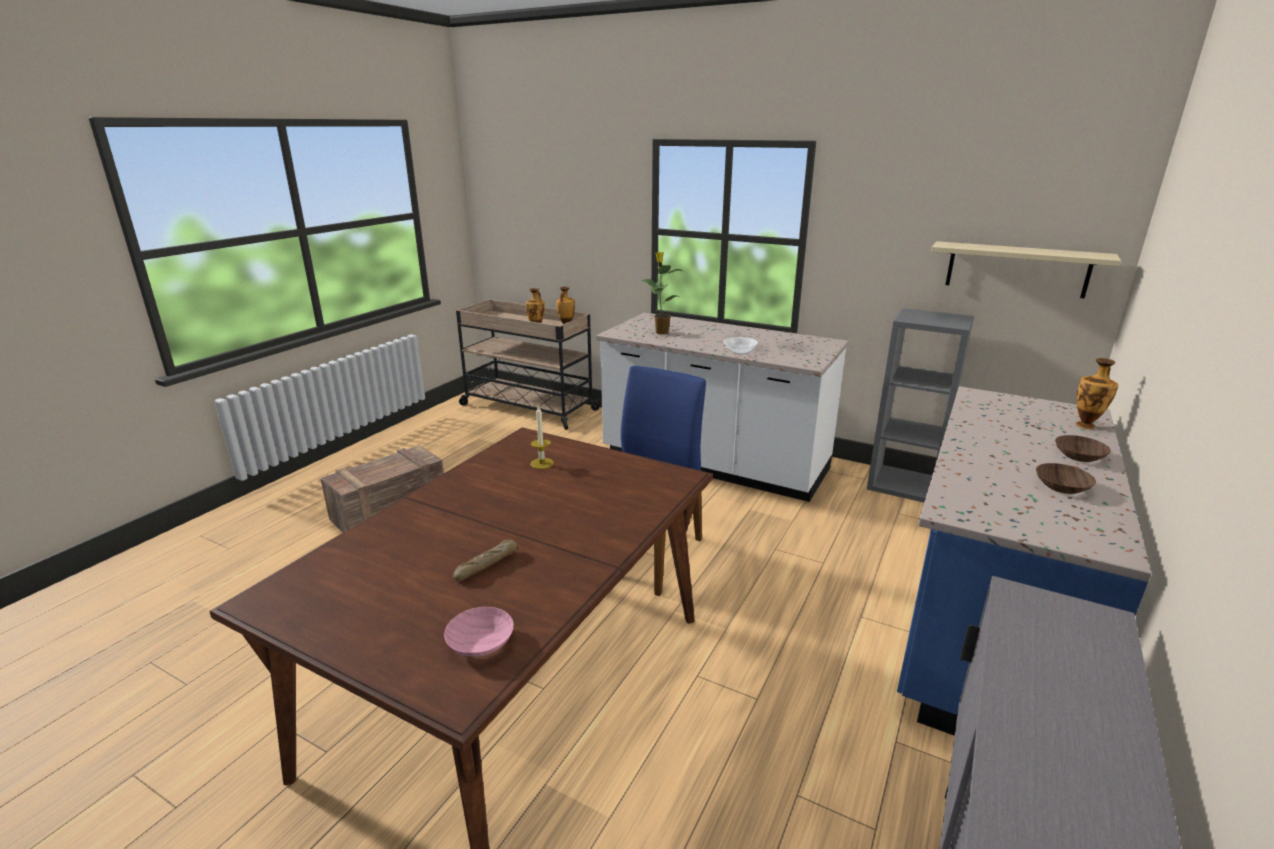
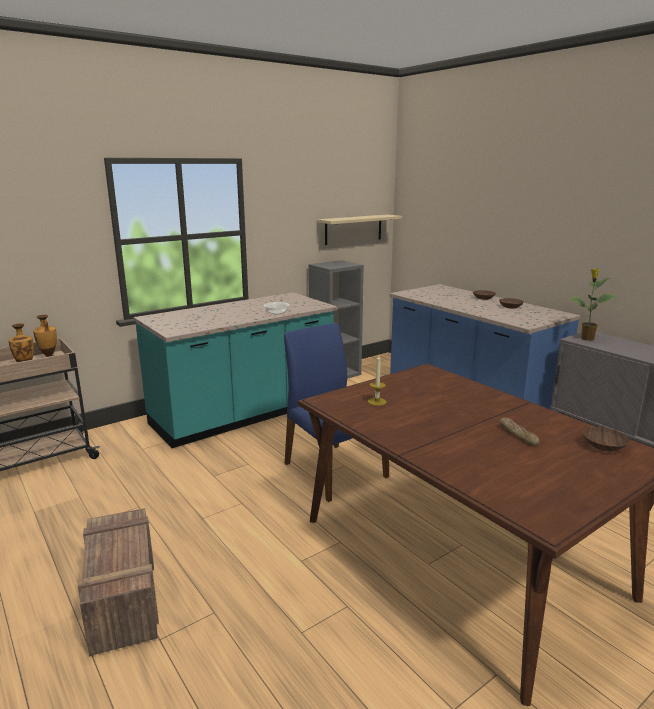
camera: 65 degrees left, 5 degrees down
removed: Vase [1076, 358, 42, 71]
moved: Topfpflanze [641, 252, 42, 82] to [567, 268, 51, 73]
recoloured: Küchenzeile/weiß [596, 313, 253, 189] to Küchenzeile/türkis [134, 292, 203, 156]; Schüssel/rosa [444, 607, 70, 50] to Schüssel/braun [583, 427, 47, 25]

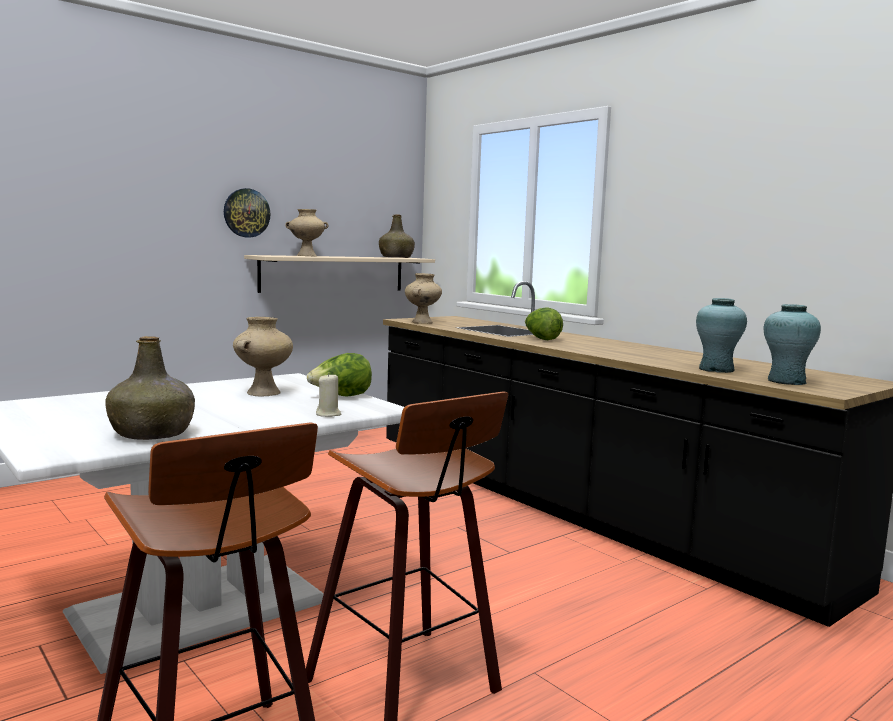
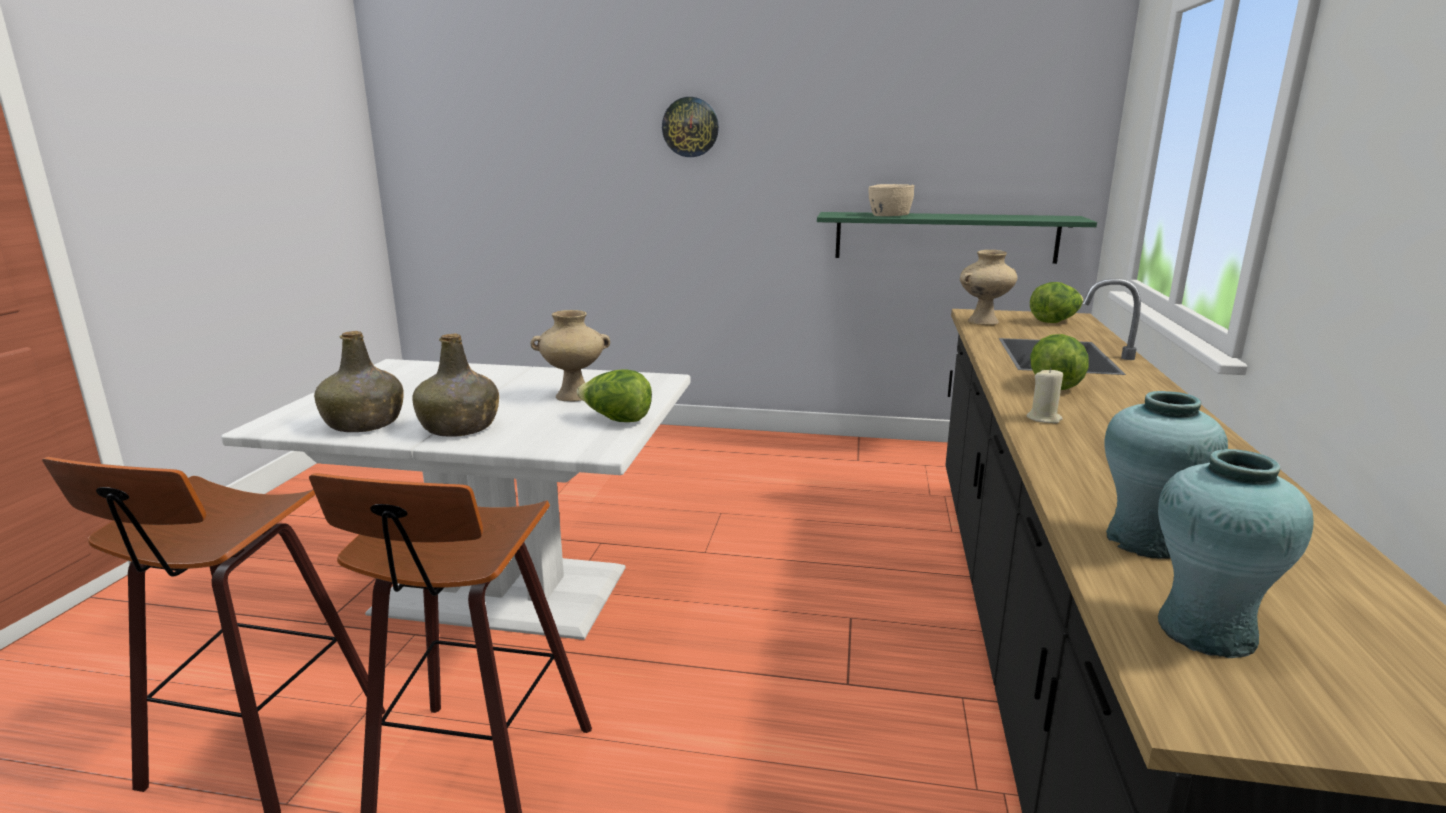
camera: 50 degrees right, 10 degrees up
added: Salatkopf [1030, 282, 53, 41]
moved: Flasche/grün [379, 215, 36, 43] to [412, 334, 87, 103]; Wanduhr [224, 188, 47, 50] to [662, 97, 57, 60]; Kerze/beige [316, 373, 25, 44] to [1027, 368, 36, 55]
replaced: Vase/beige [285, 209, 44, 48] to Schüssel/beige [868, 184, 47, 32]
recoloured: Wandregal/beige [244, 255, 191, 38] to Wandregal/grün [817, 212, 280, 52]

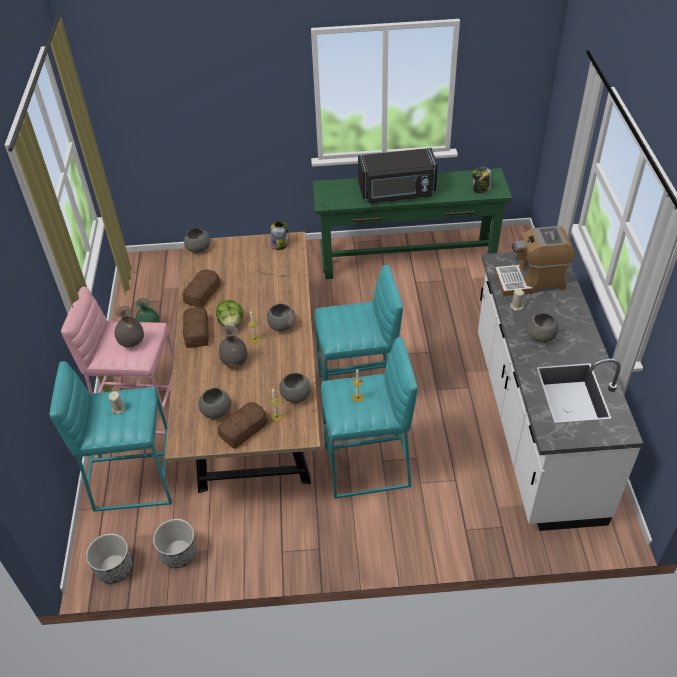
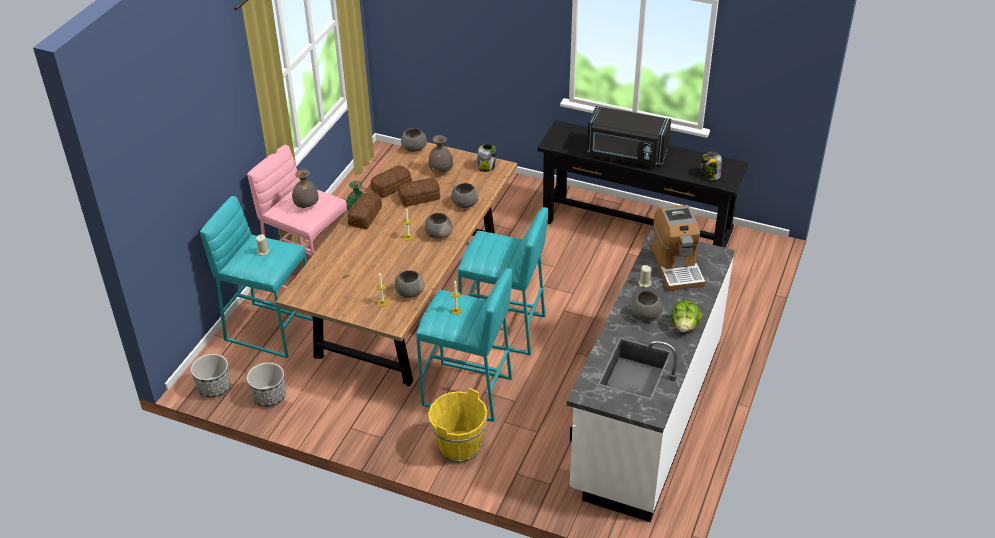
camera: 25 degrees right, 5 degrees down
added: Eimer/gelb [428, 388, 59, 76]
moved: Brot [218, 402, 50, 47] to [398, 178, 42, 29]; Vase/grau [219, 326, 29, 41] to [428, 135, 25, 38]; Schüssel/grau [198, 388, 33, 31] to [451, 183, 28, 25]; Salatkopf [216, 300, 28, 27] to [672, 300, 30, 32]
recoloured: Konsolentisch/grün [312, 168, 200, 111] to Konsolentisch/schwarz [537, 120, 211, 128]
turned: Kaffeemaschine [495, 226, 79, 70] = [651, 205, 54, 86] 120 degrees counterclockwise

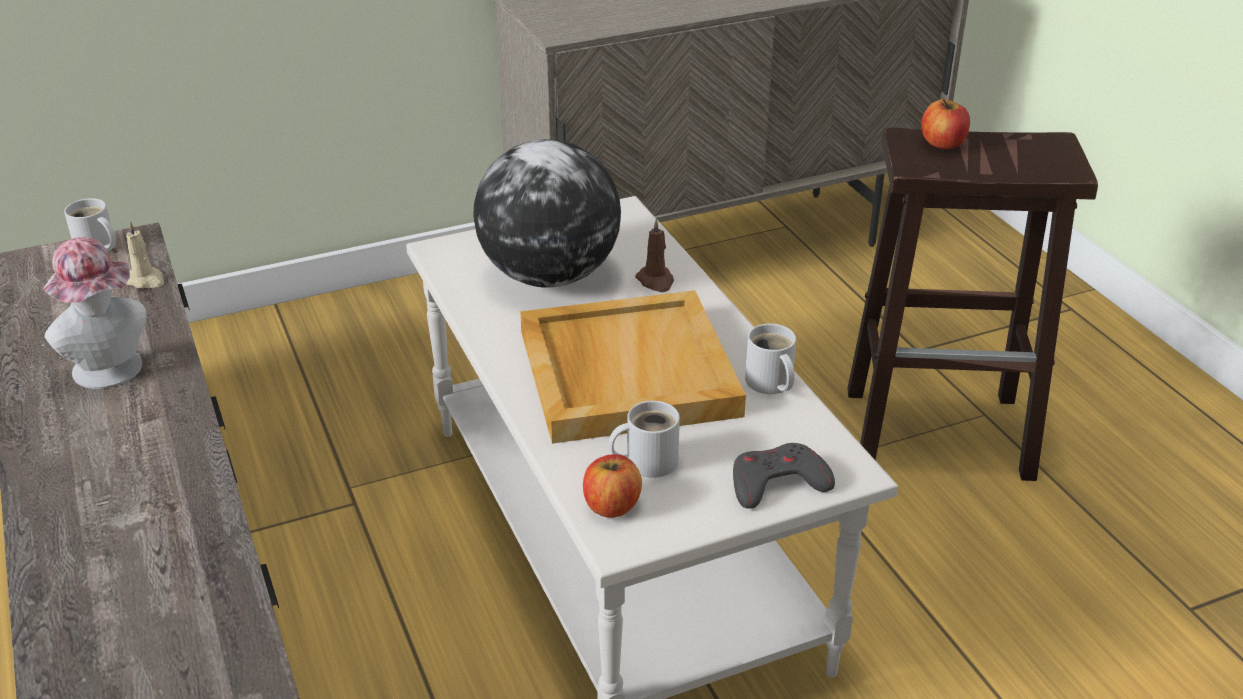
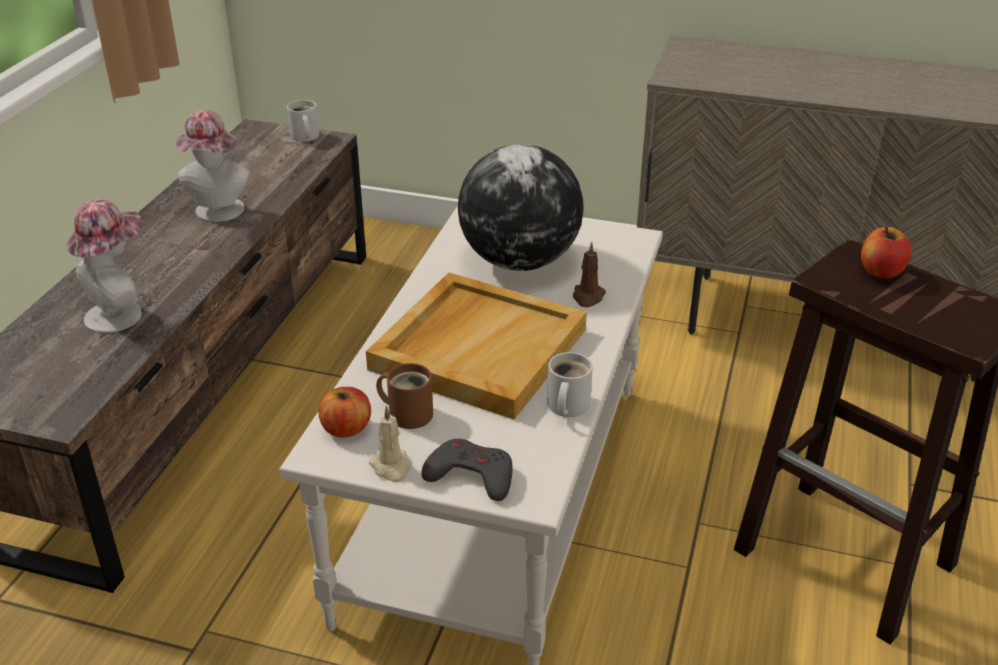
camera: 40 degrees right, 0 degrees up
added: Hut [66, 199, 76, 134]
moved: Kerze/beige [126, 221, 38, 68] to [369, 406, 42, 76]
recoloured: Henkelbecher/weiß [609, 401, 71, 77] to Henkelbecher/braun [376, 363, 57, 66]

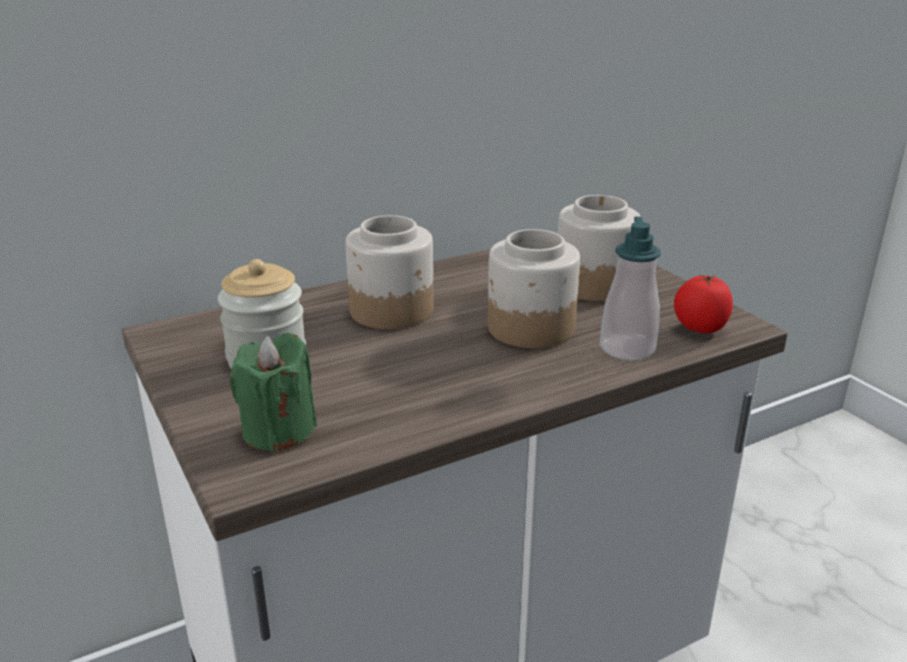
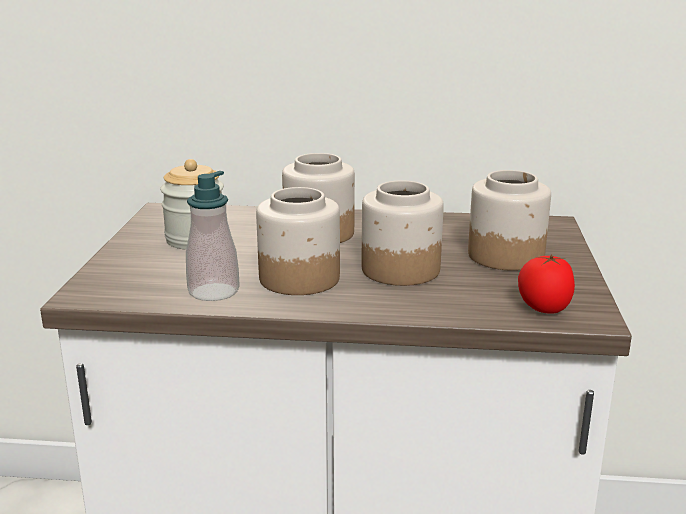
camera: 35 degrees right, 5 degrees down
removed: Kerze/grün [230, 333, 87, 119]
added: Vorratsglas [256, 187, 84, 108]
moved: Seifenspender [600, 216, 61, 145] to [186, 171, 54, 130]

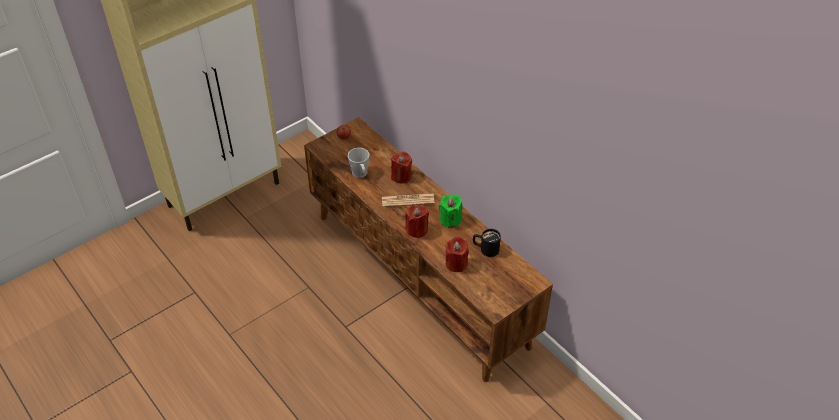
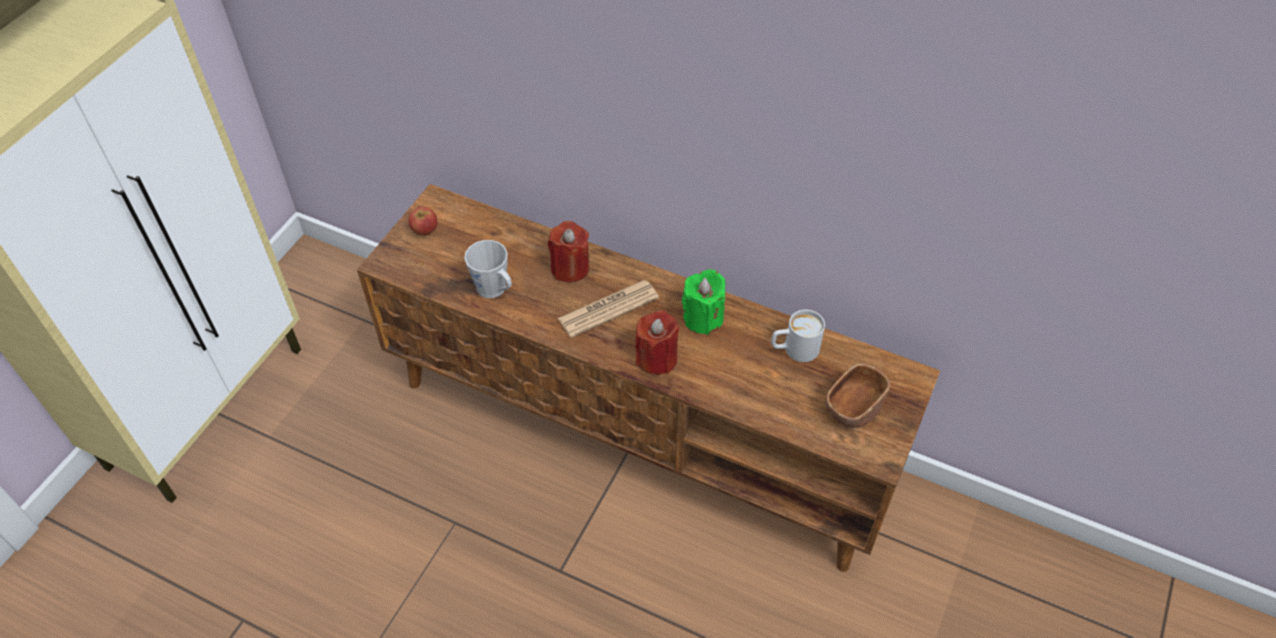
camera: 25 degrees left, 5 degrees up
removed: Kerze/rot [446, 236, 23, 36]
added: Schüssel/braun [825, 364, 65, 64]
recoloured: Henkelbecher/schwarz [473, 229, 28, 28] to Henkelbecher/weiß [771, 310, 54, 52]

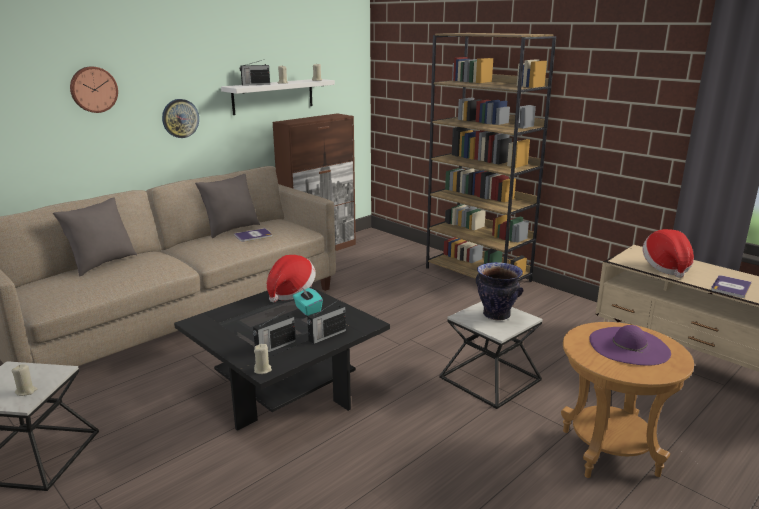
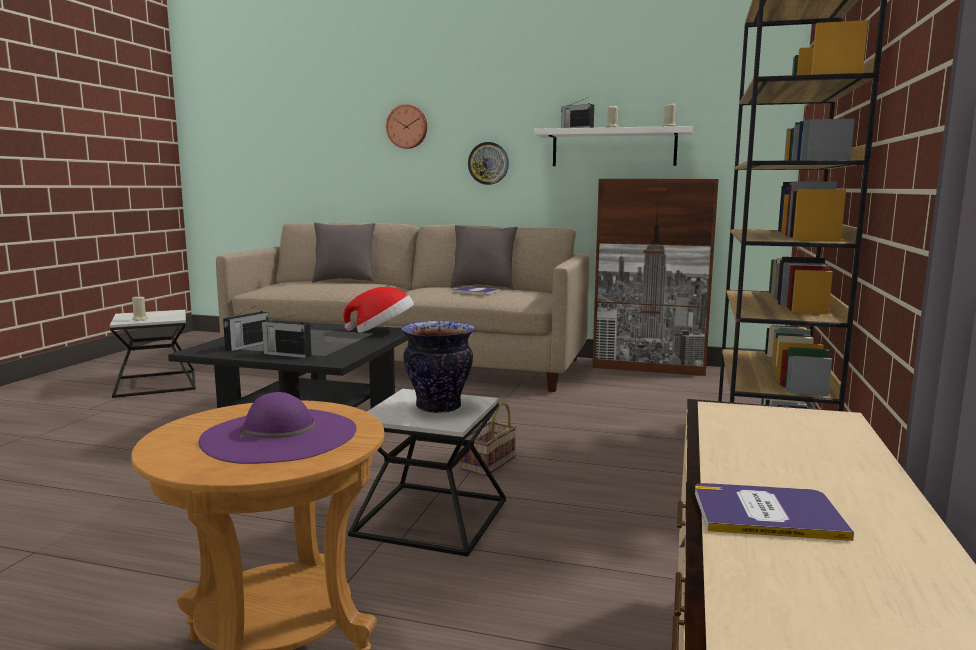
camera: 60 degrees right, 10 degrees down
removed: Kerze/beige [254, 344, 18, 30]; Taschentuchbox/türkis [293, 287, 30, 29]; Hut [643, 229, 51, 49]
added: Korb [461, 402, 55, 74]
turned: Radio [253, 312, 43, 41] = [223, 306, 46, 45] 75 degrees counterclockwise

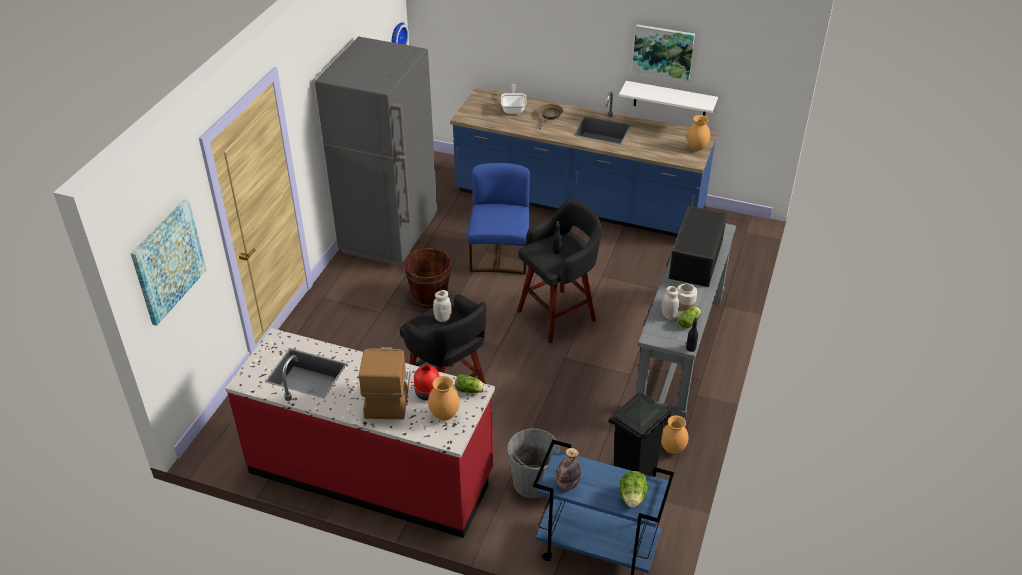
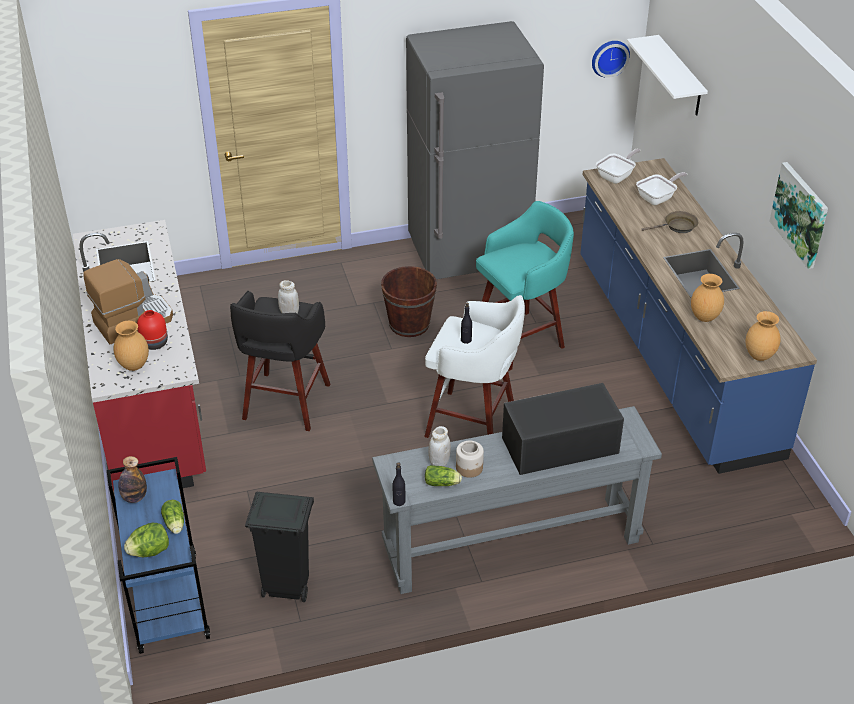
camera: 55 degrees right, 0 degrees up
removed: Bild [130, 199, 76, 127]; Eimer/grau [507, 428, 53, 70]
added: Pfanne [596, 148, 45, 36]
moved: Salatkopf [455, 374, 31, 19] to [161, 500, 23, 34]; Wandregal/weiß [619, 81, 99, 35] to [627, 35, 81, 81]; Vase/braun [661, 415, 28, 39] to [691, 274, 33, 48]
replaced: Stuhl/blau [467, 163, 63, 112] to Hocker/türkis [476, 201, 98, 170]
recoloured: Hocker/schwarz [517, 199, 84, 144] to Hocker/weiß [424, 295, 101, 143]

